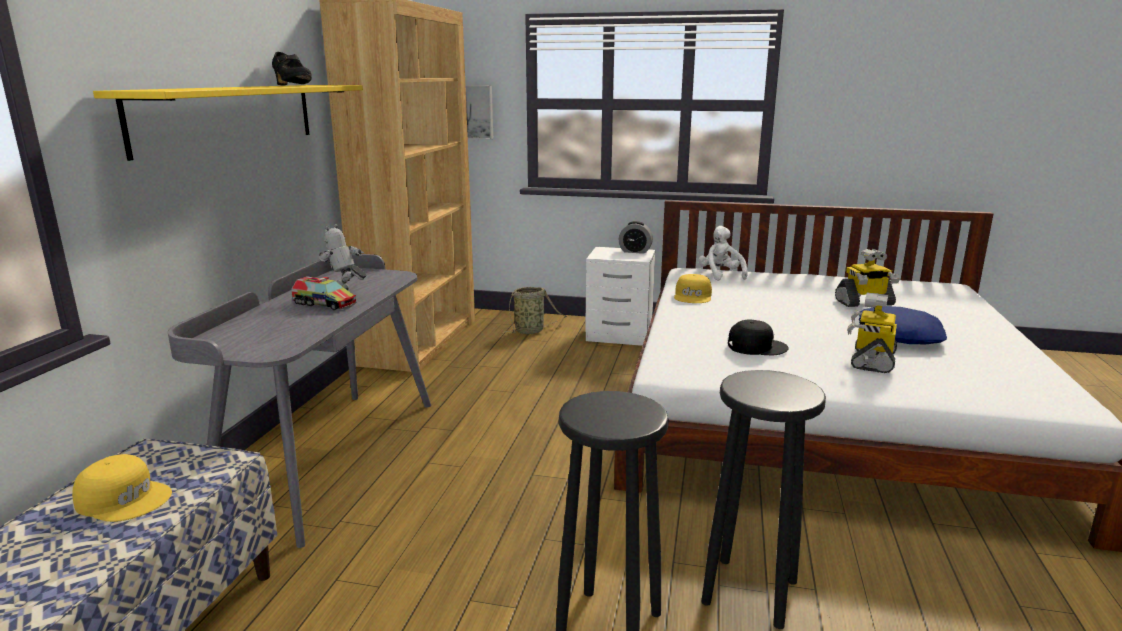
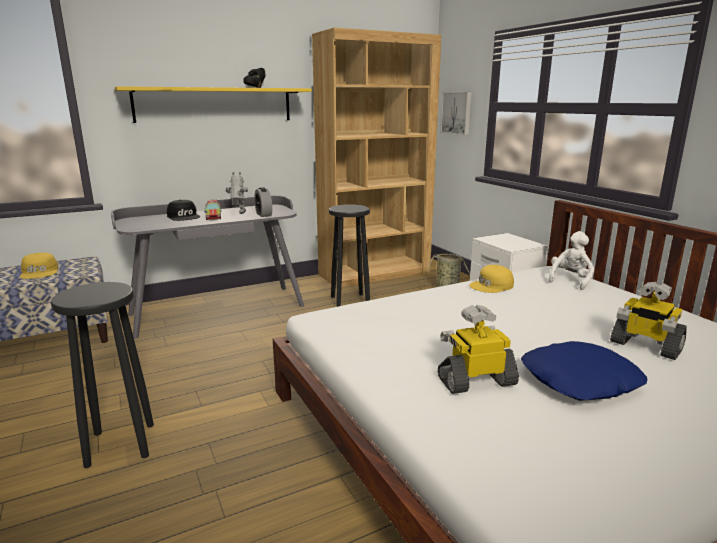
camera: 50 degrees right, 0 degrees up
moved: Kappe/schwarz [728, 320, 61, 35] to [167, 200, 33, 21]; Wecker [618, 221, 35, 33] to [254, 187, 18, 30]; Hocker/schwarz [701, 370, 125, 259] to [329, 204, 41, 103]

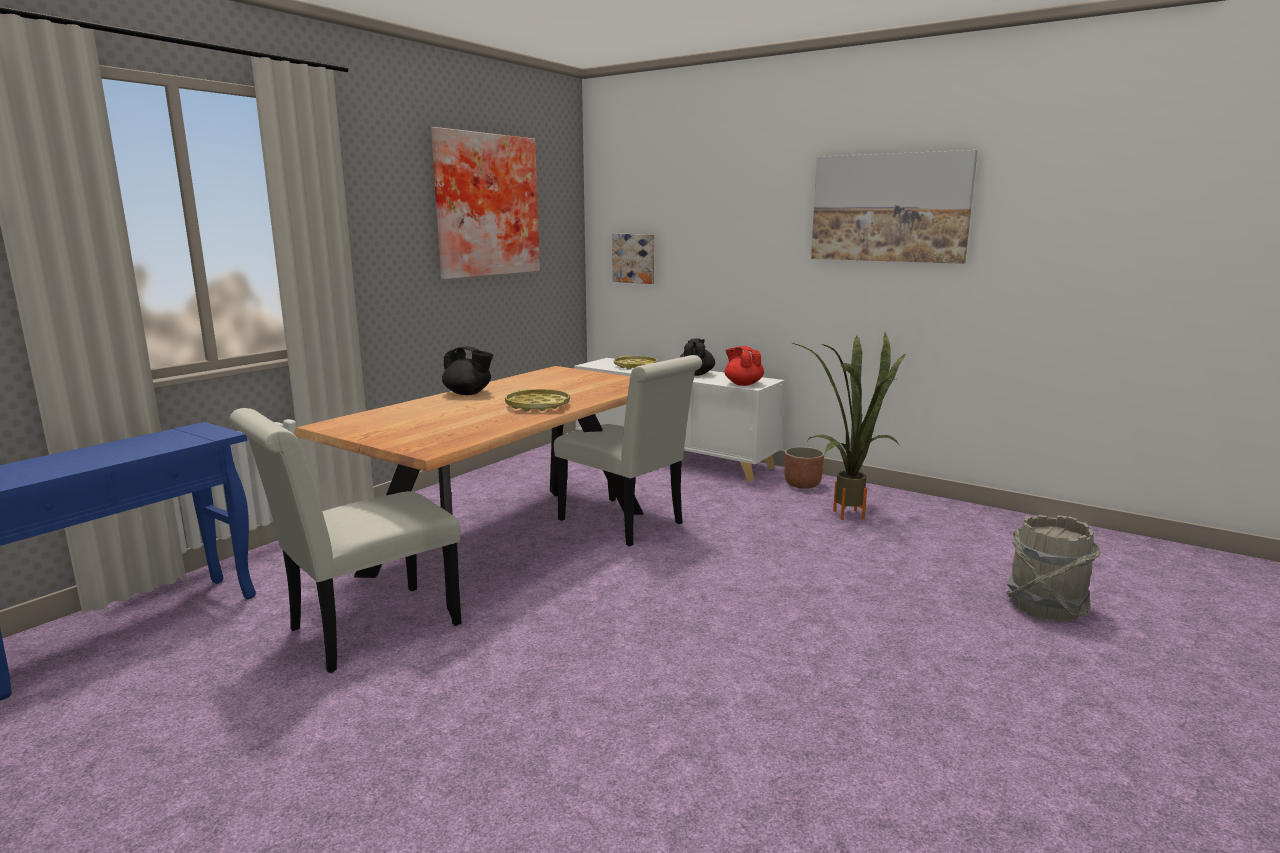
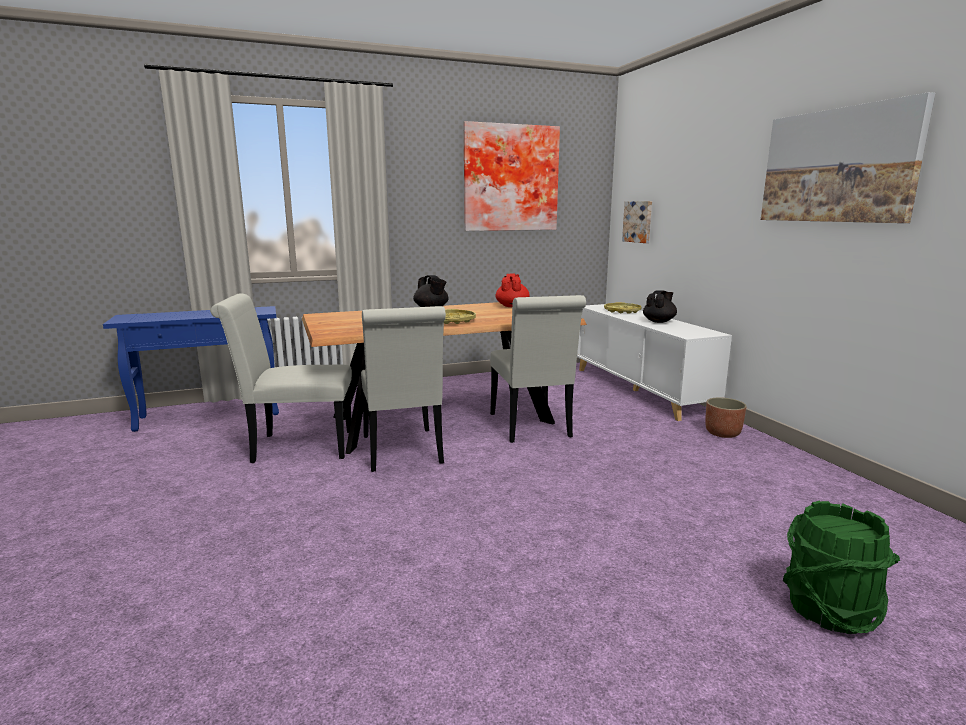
camera: 35 degrees right, 0 degrees up
removed: Topfpflanze [790, 331, 116, 189]
added: Stuhl/weiß [361, 306, 85, 166]
moved: Teekanne/rot [724, 346, 40, 40] to [496, 273, 34, 34]
recoloured: Eimer/grau [1006, 515, 94, 107] to Eimer/grün [783, 500, 117, 134]

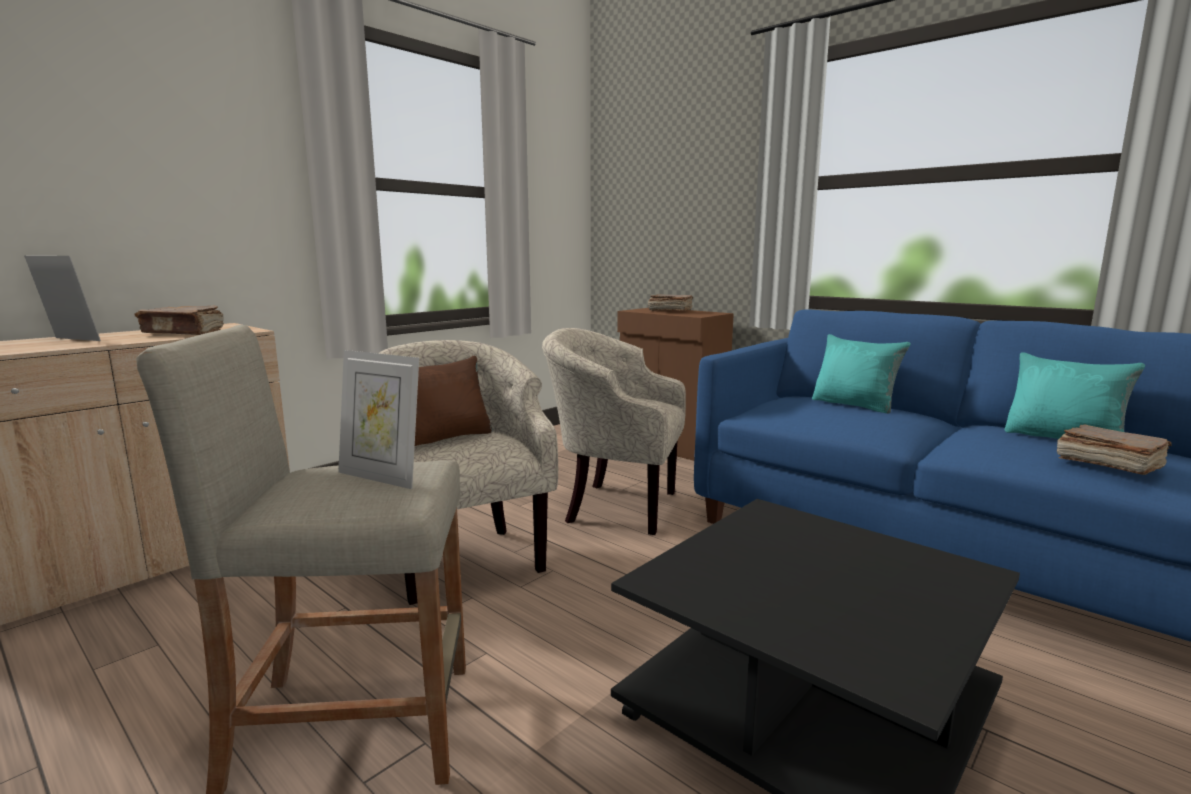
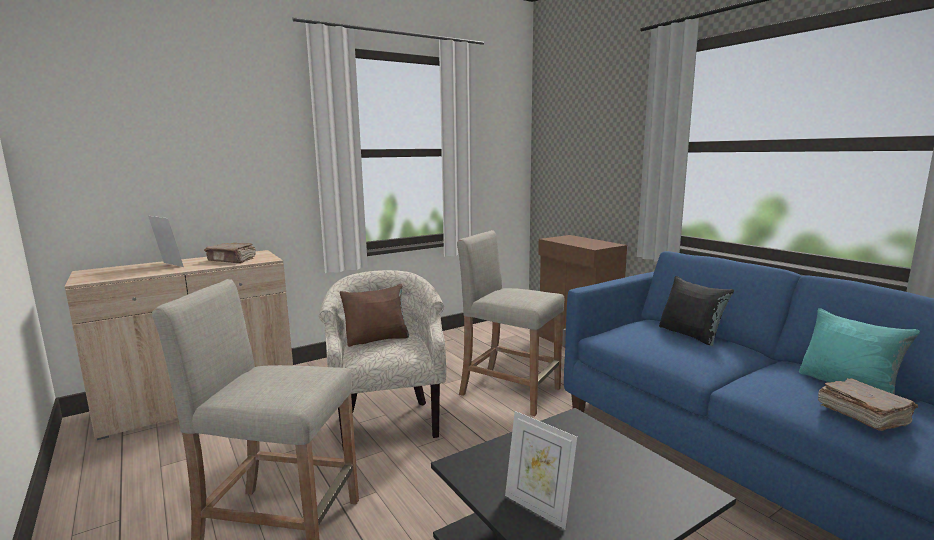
camera: 15 degrees right, 0 degrees up
removed: Buch/braun [648, 294, 45, 17]
moved: Bilderrahmen [338, 350, 81, 139] to [505, 411, 73, 119]
replaced: Sessel/beige [542, 328, 144, 207] to Hocker/beige [457, 230, 107, 186]
recoloured: Kissen/türkis [812, 334, 99, 80] to Kissen/schwarz [659, 276, 75, 70]

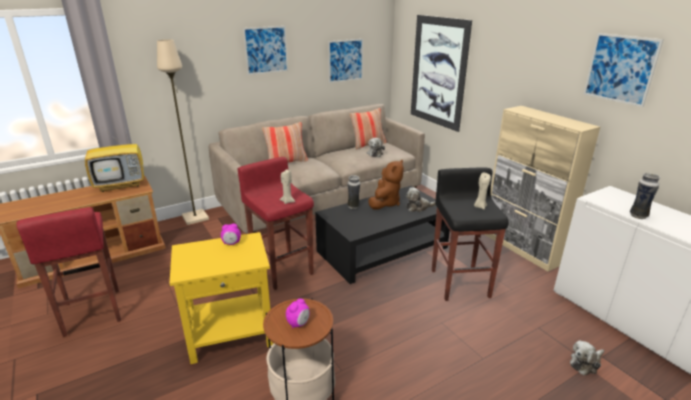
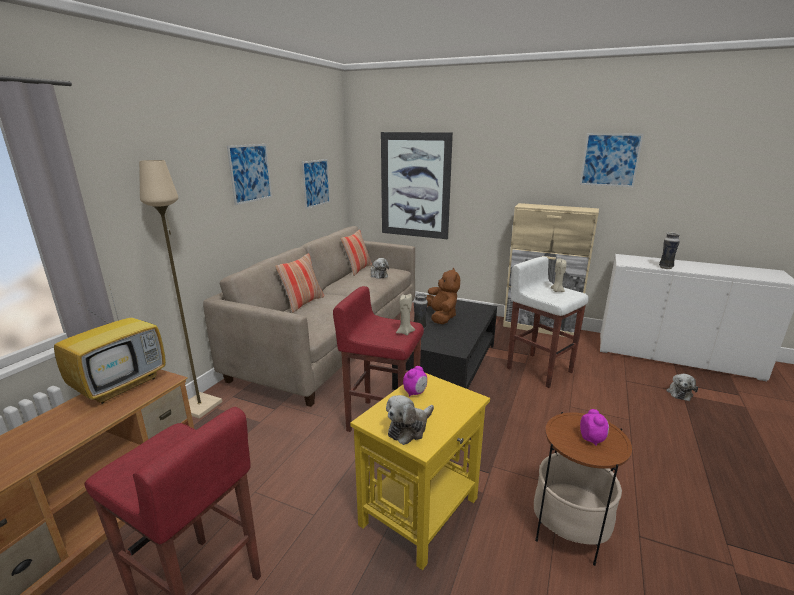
camera: 35 degrees left, 5 degrees down
moved: Plüschtier [406, 187, 30, 25] to [386, 395, 48, 50]
recoloured: Hocker/schwarz [432, 167, 76, 134] to Hocker/weiß [507, 257, 82, 131]

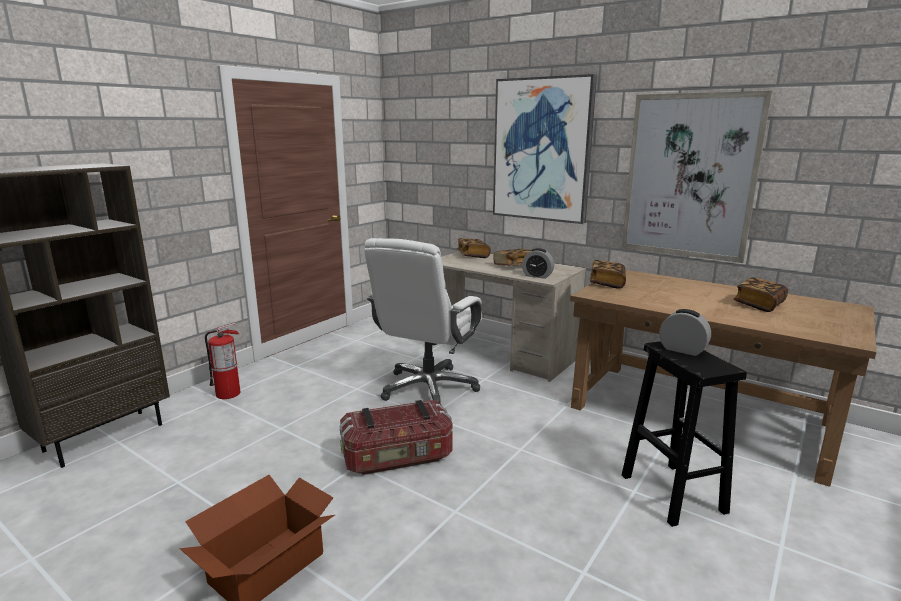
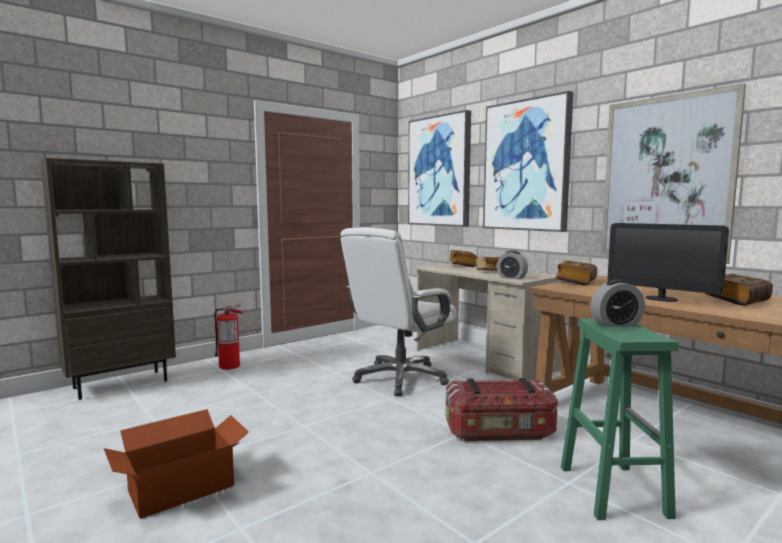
camera: 15 degrees right, 10 degrees down
added: Bild [408, 110, 63, 117]; Monitor [608, 223, 121, 79]
moved: Aufbewahrungsbox [340, 400, 112, 75] to [445, 378, 113, 63]
recoloured: Hocker/schwarz [622, 341, 125, 186] to Hocker/grün [561, 318, 117, 202]
turned: Wecker [659, 309, 52, 47] = [590, 279, 55, 48] 120 degrees clockwise

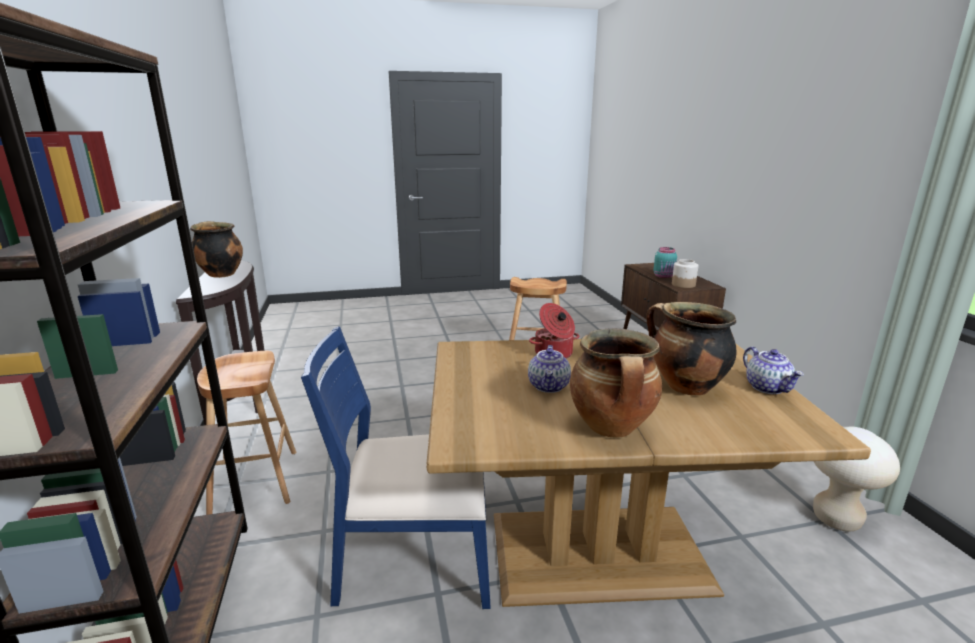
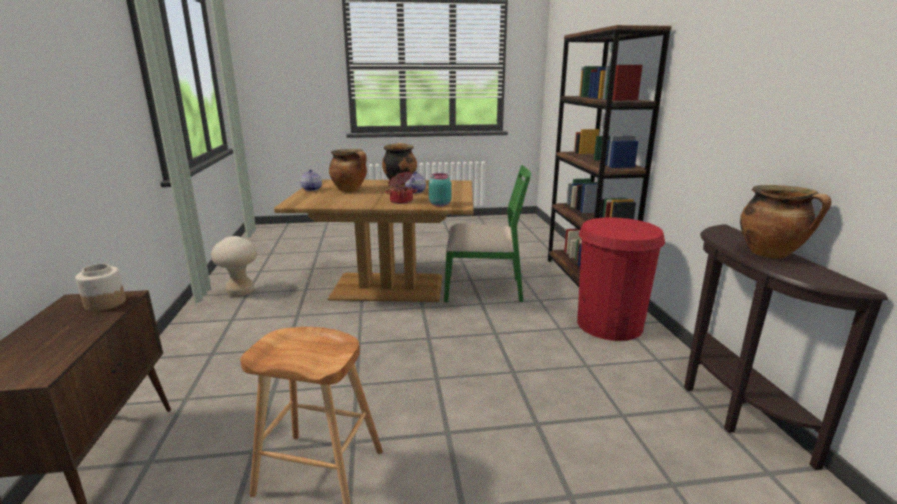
camera: 175 degrees left, 0 degrees up
moved: Vorratsglas/türkis [654, 247, 23, 31] to [429, 173, 22, 33]
replaced: Hocker/braun [197, 351, 99, 164] to Mülleimer/rot [577, 217, 88, 124]
recoloured: Stuhl/blau [301, 326, 190, 283] to Stuhl/grün [444, 165, 87, 137]

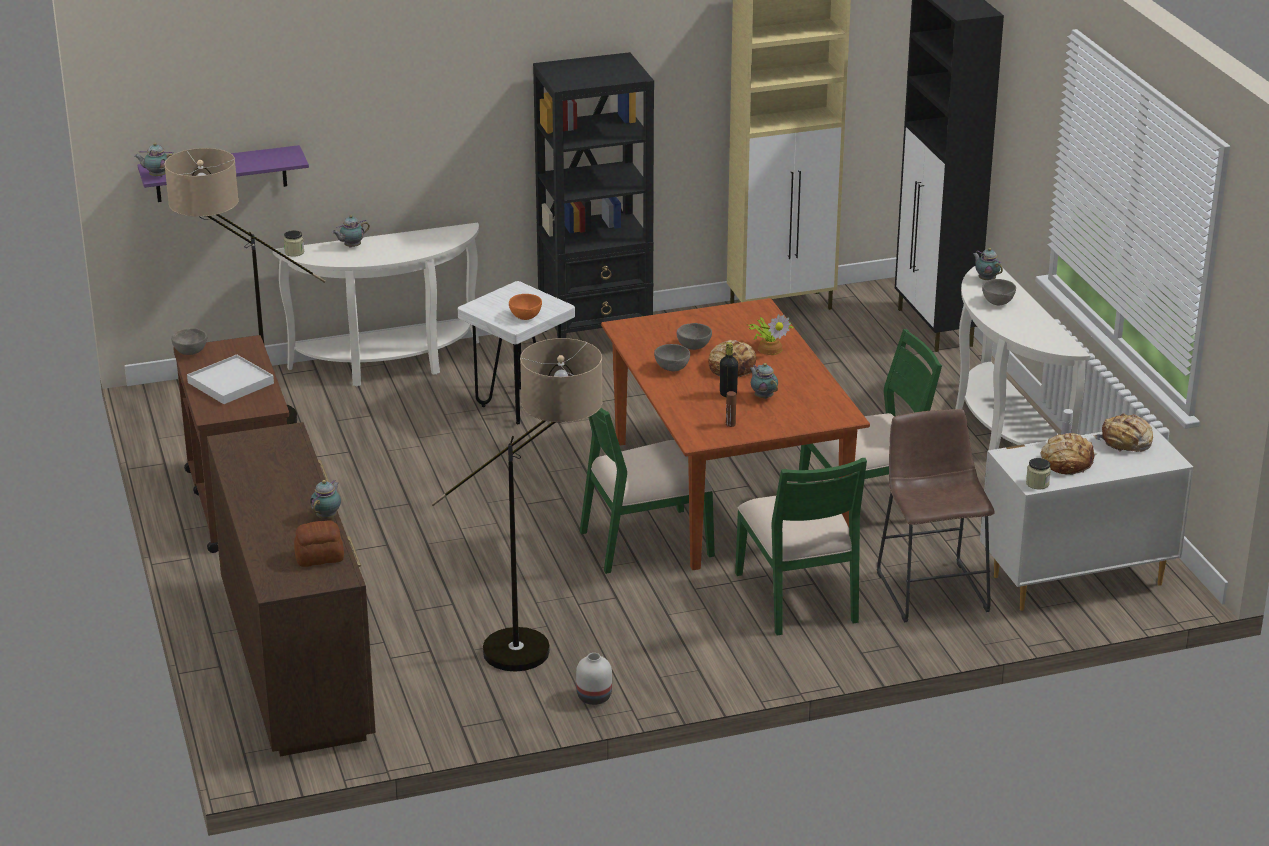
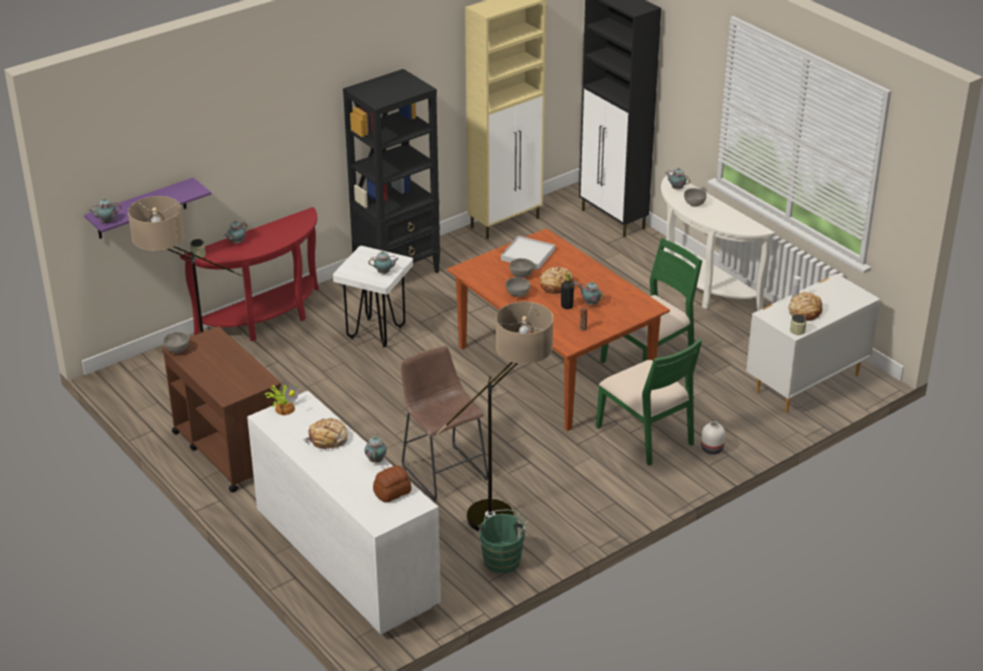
camera: 20 degrees left, 5 degrees up
removed: Stuhl/grün [580, 408, 135, 166]
added: Eimer/grün [478, 510, 51, 63]
moved: Topfpflanze [748, 314, 46, 41] to [265, 384, 36, 31]; Brot [1093, 414, 60, 38] to [303, 418, 45, 33]; Hocker/braun [877, 409, 118, 213] to [401, 346, 87, 155]; Tablett/weiß [187, 355, 87, 49] to [501, 236, 54, 34]; Vase/weiß [576, 653, 36, 52] to [701, 421, 24, 34]
replaced: Schüssel/orange [509, 294, 33, 26] to Teekanne [369, 251, 30, 23]
recoloured: Konsolentisch/weiß [272, 223, 207, 164] to Konsolentisch/rot [180, 207, 139, 134]; Kommode/braun [207, 422, 169, 334] to Kommode/weiß [247, 391, 194, 244]

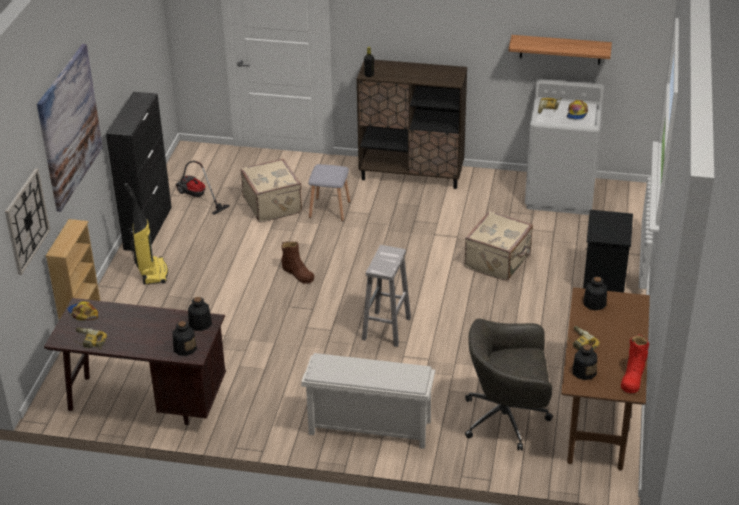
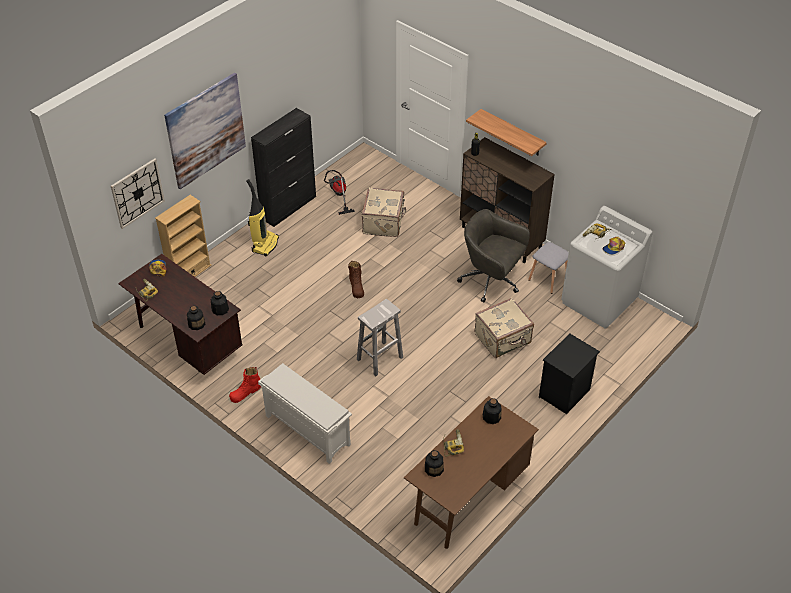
camera: 30 degrees right, 10 degrees up
moved: Stiefel/rot [621, 334, 28, 59] to [229, 367, 32, 36]; Bürostuhl/grau [465, 319, 88, 131] to [457, 209, 73, 94]; Wandregal [508, 35, 104, 29] to [466, 109, 81, 47]; Hocker/grau [308, 164, 42, 57] to [528, 242, 41, 52]

